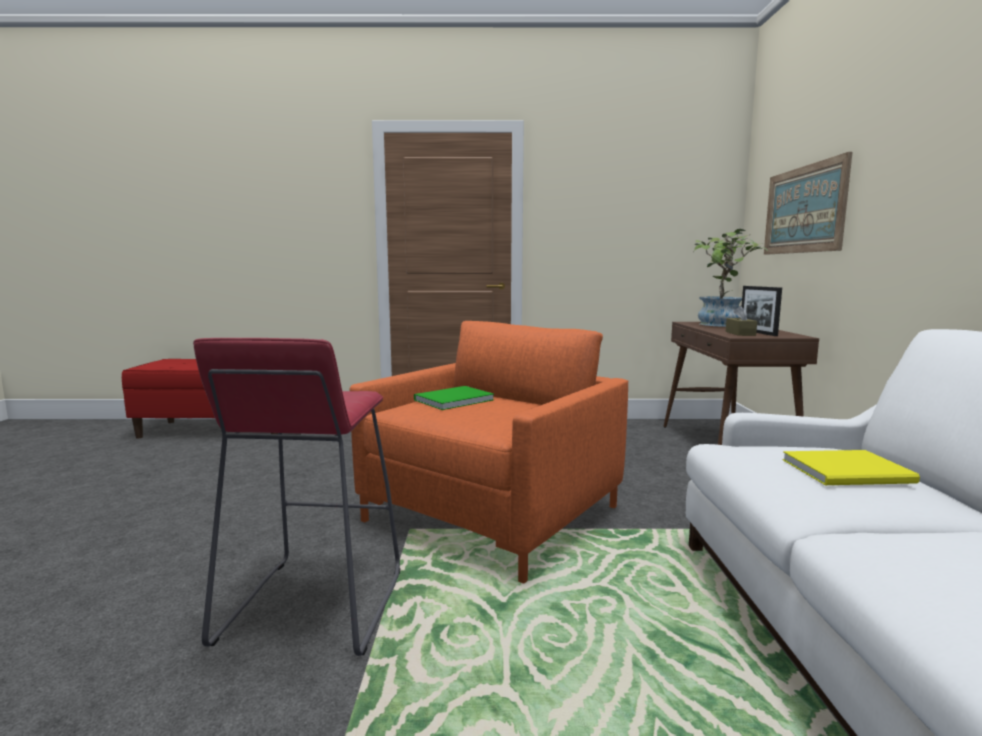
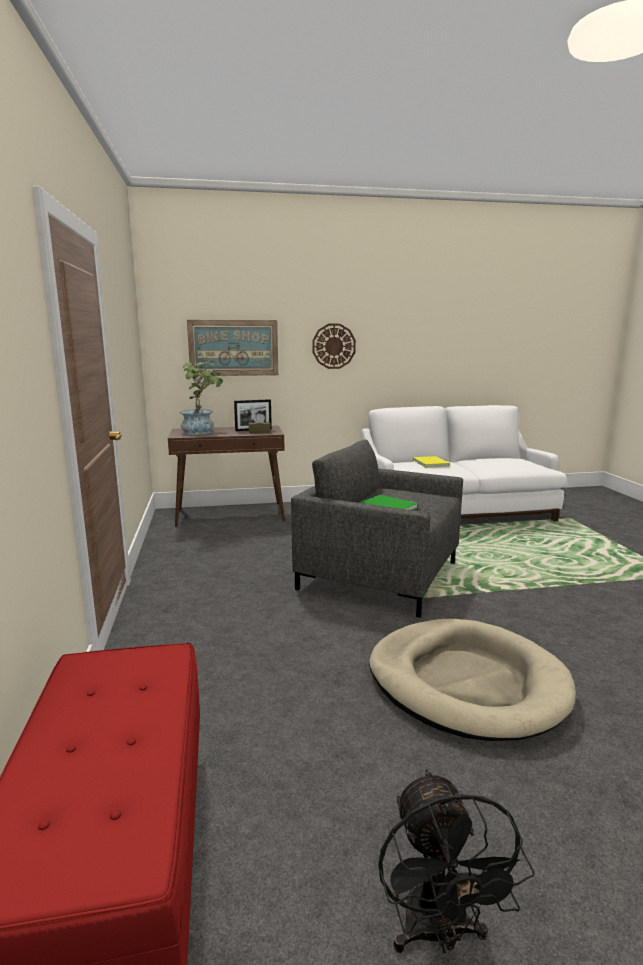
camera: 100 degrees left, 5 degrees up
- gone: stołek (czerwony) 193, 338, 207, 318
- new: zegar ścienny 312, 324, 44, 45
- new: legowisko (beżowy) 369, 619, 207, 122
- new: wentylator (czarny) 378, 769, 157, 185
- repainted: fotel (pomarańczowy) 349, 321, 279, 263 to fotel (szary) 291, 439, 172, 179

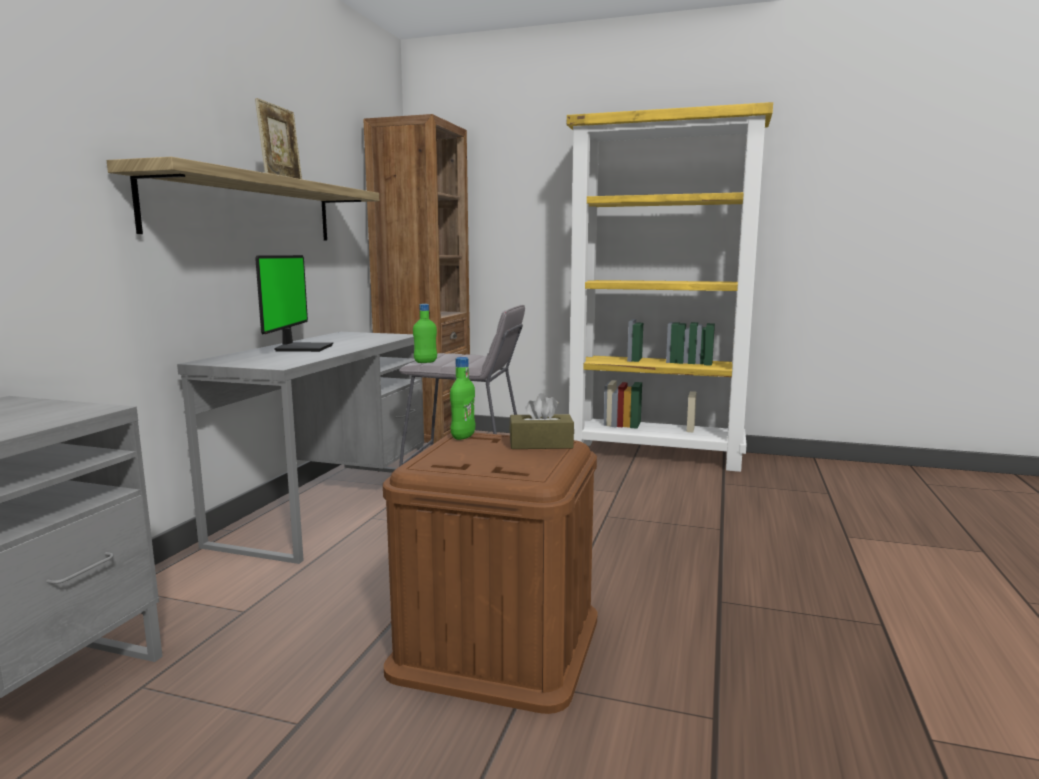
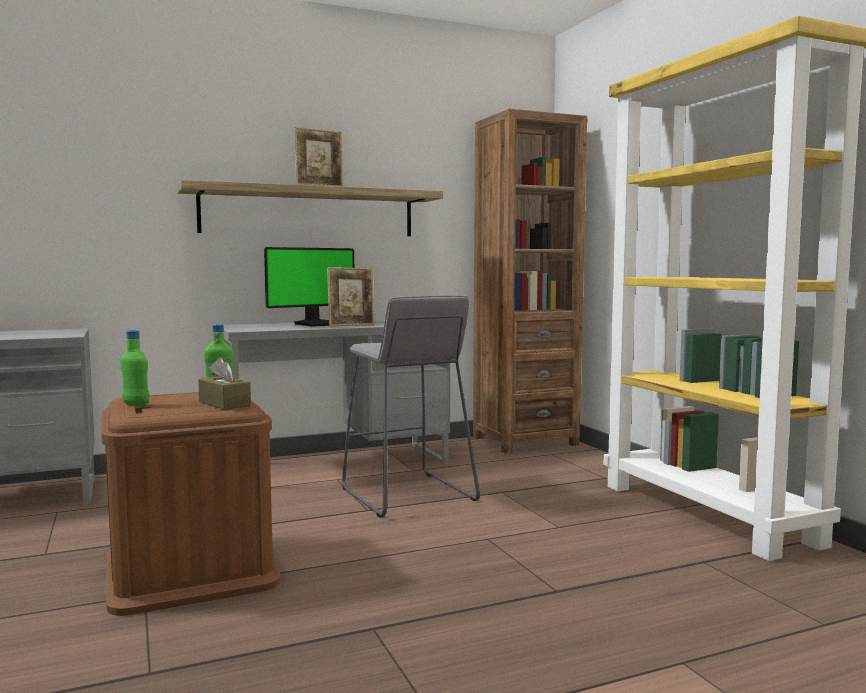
camera: 50 degrees right, 5 degrees down
- new: ramka na zdjęcie 327, 267, 47, 60
- shifted: butelka (zielony) 413, 304, 24, 59 to 121, 330, 28, 76

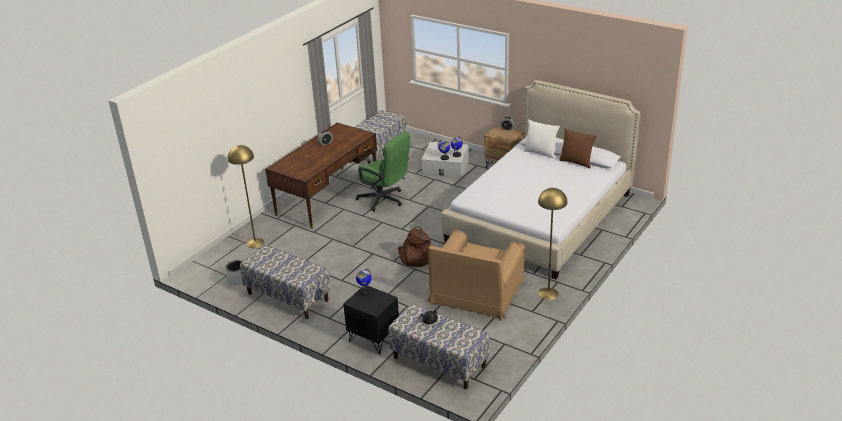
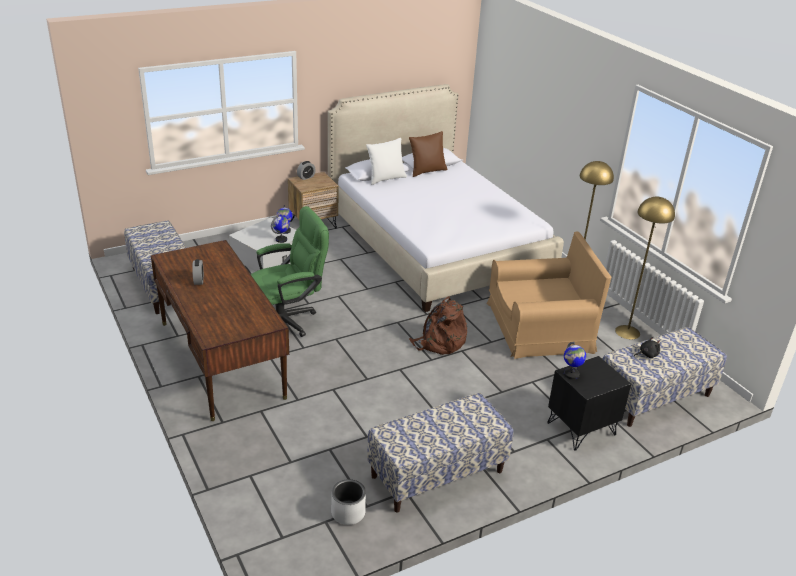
camera: 65 degrees left, 0 degrees up
- shifted: lampa stojąca (żółty) 228, 145, 36, 103 to 615, 197, 60, 142
- rotated: fotel (brązowy) 428, 230, 98, 90 = 487, 231, 124, 128 60 degrees counterclockwise

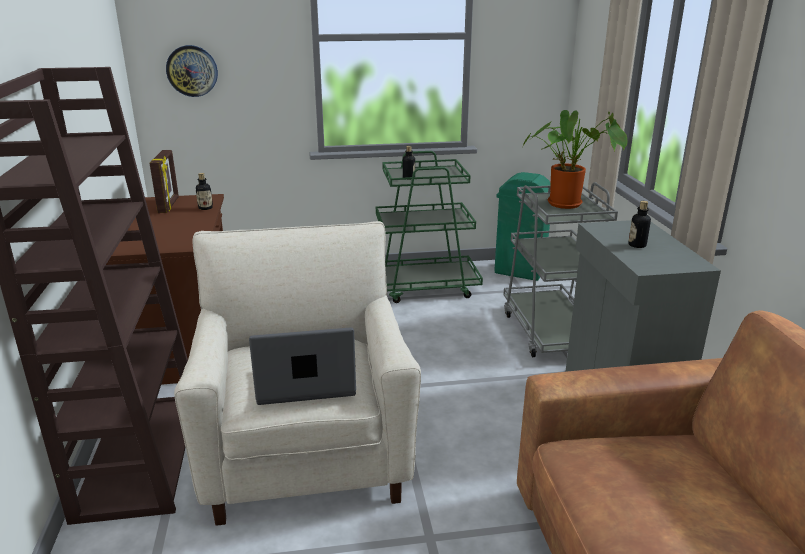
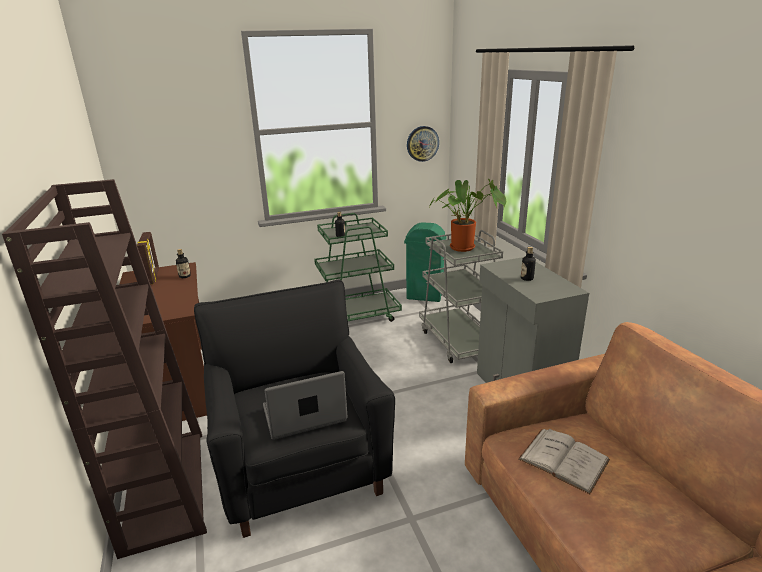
camera: 10 degrees left, 0 degrees up
- new: książka (biały) 518, 428, 92, 66
- shifted: zegar ścienny 166, 45, 52, 52 to 407, 126, 32, 36
- repainted: fotel (beżowy) 174, 221, 247, 305 to fotel (czarny) 194, 279, 201, 259

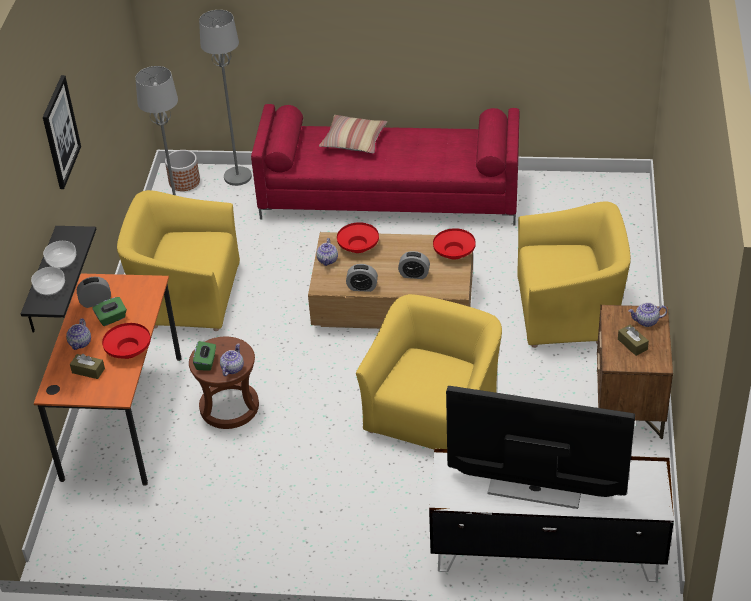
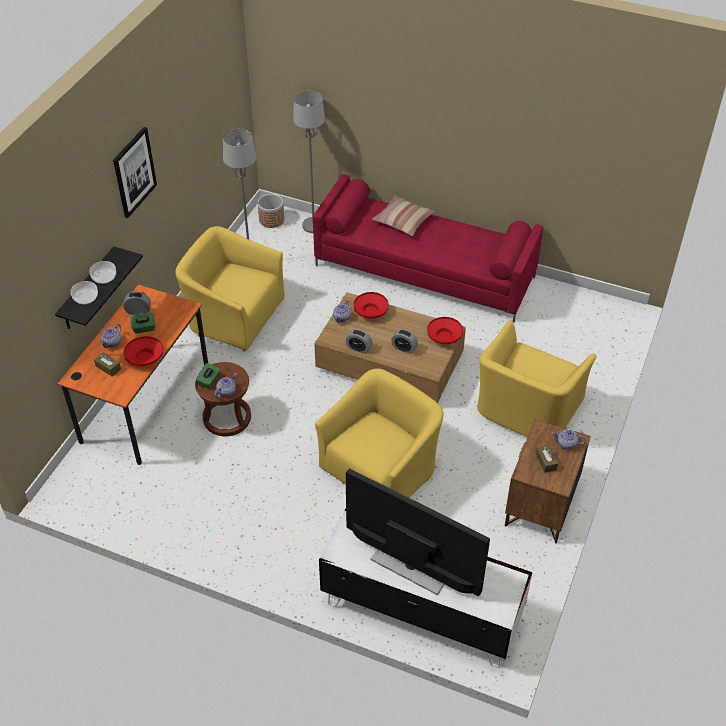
camera: 15 degrees right, 5 degrees up
- rotated: fotel (żółty) 517, 201, 114, 147 = 477, 320, 120, 117 105 degrees clockwise

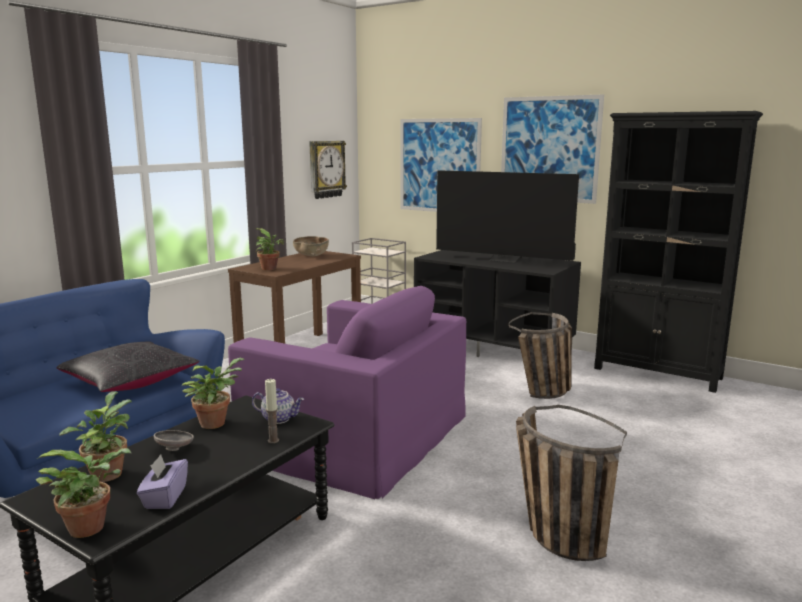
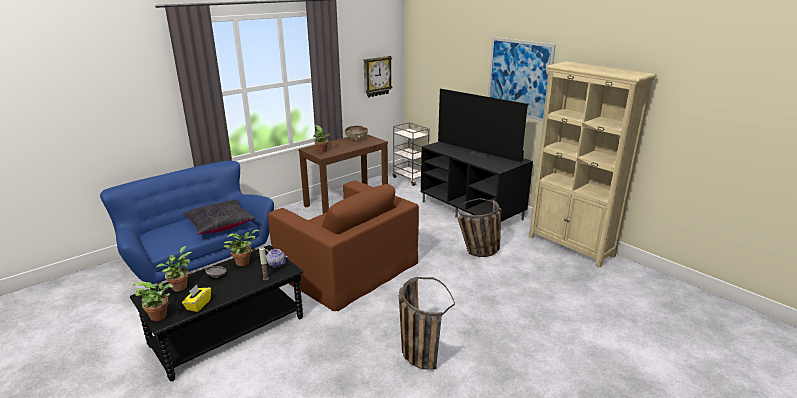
camera: 15 degrees right, 10 degrees up
- gone: obraz 401, 118, 81, 94
- repainted: pudełko chusteczek (fioletowy) 137, 454, 51, 55 to pudełko chusteczek (żółty) 182, 285, 29, 27
- repainted: fotel (fioletowy) 228, 286, 238, 213 to fotel (brązowy) 268, 180, 151, 132
- repainted: regał (czarny) 594, 111, 169, 282 to regał (beżowy) 529, 62, 128, 206

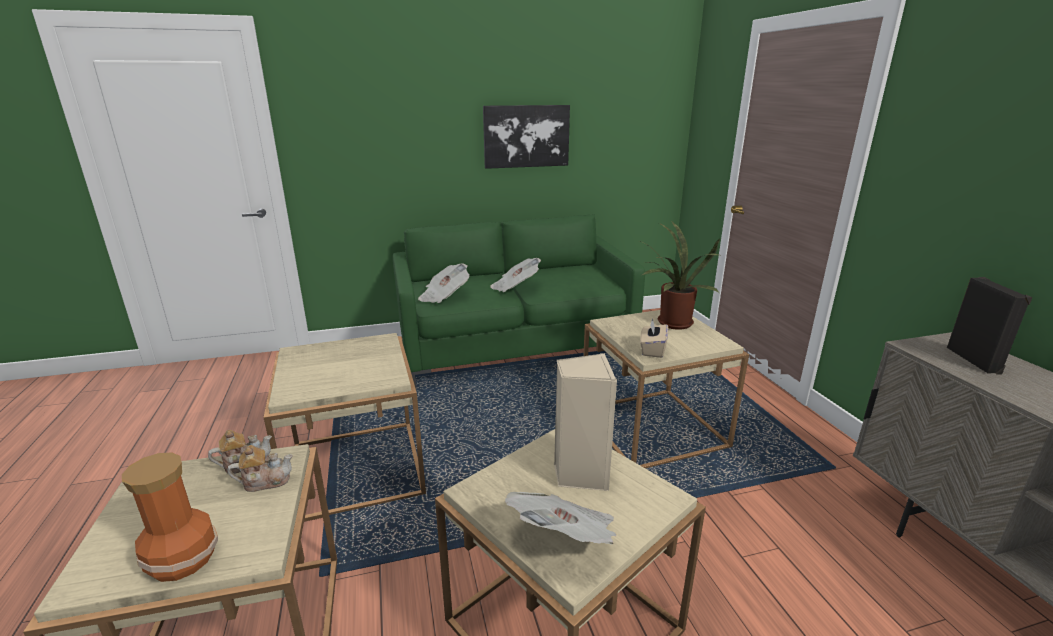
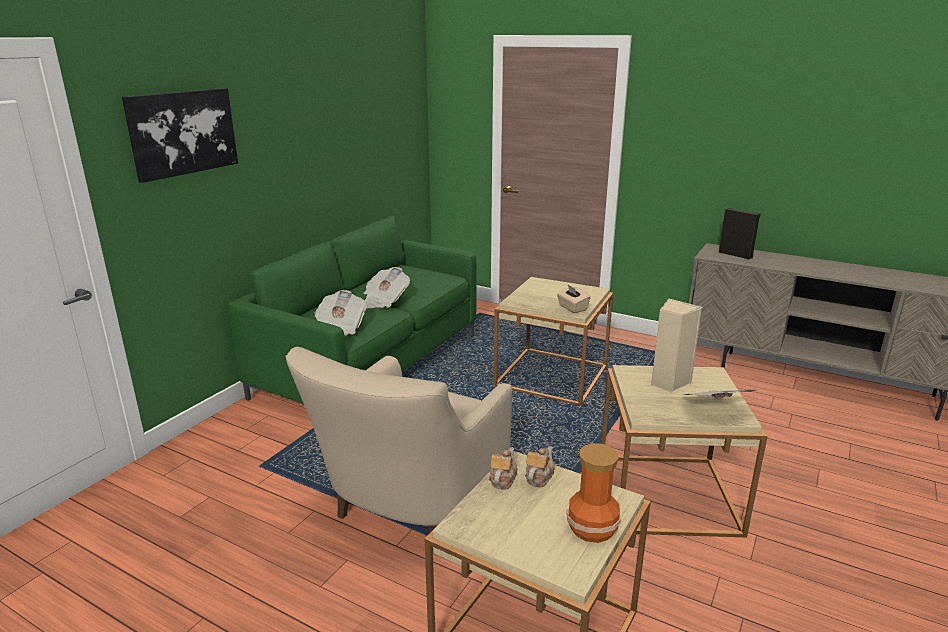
camera: 45 degrees left, 0 degrees up
- gone: roślina doniczkowa 639, 222, 81, 108
- shifted: obraz 483, 105, 87, 64 to 122, 88, 116, 95
- swapped: stolik (beżowy) 263, 333, 163, 189 to fotel (beżowy) 286, 347, 226, 187

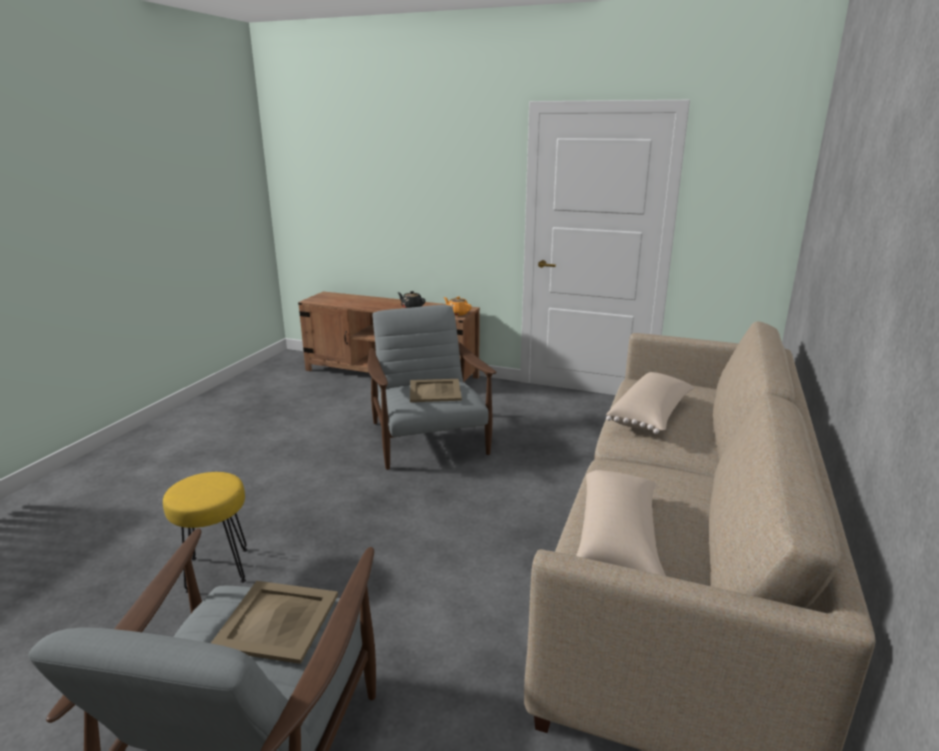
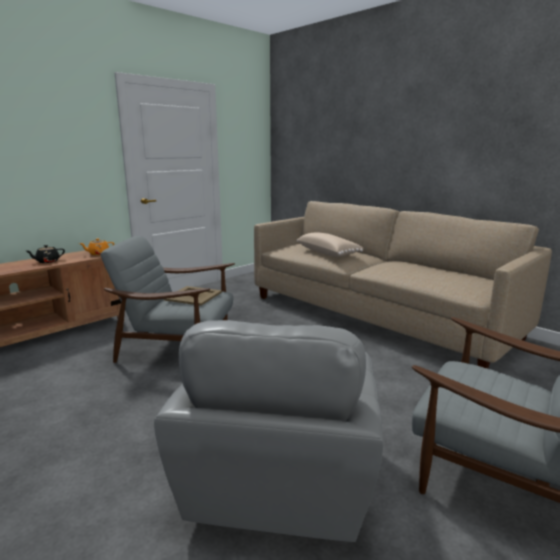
camera: 65 degrees left, 5 degrees down
- gone: taca (beżowy) 211, 581, 127, 83
- gone: poduszka (beżowy) 576, 470, 90, 106
- swapped: stołek (żółty) 163, 472, 84, 121 to fotel (szary) 154, 320, 229, 222

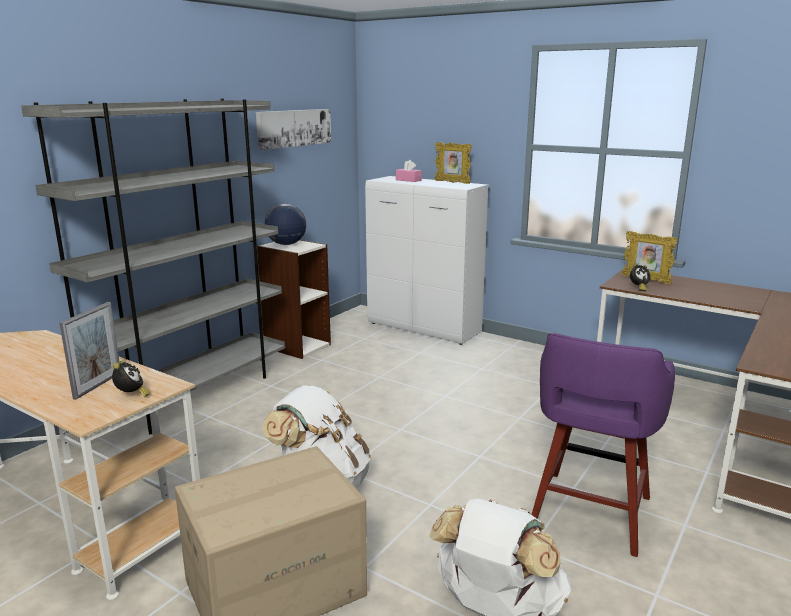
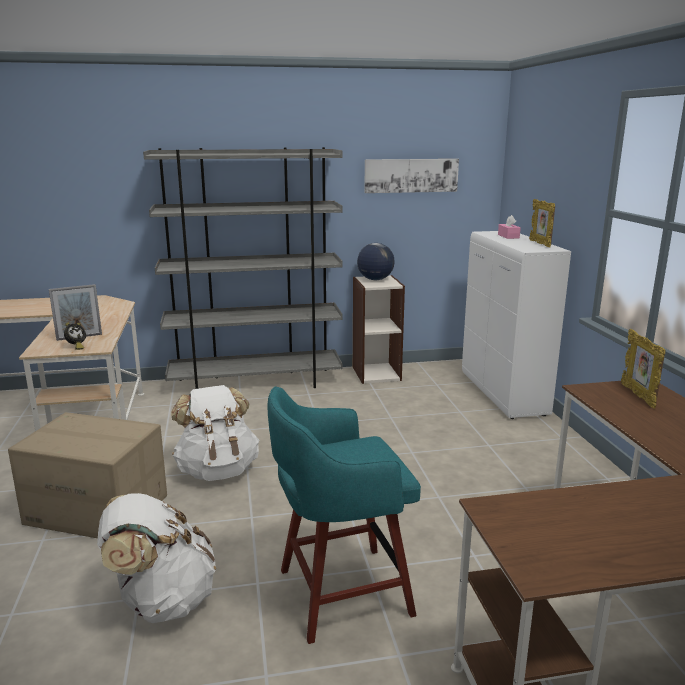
camera: 45 degrees right, 0 degrees up
- gone: budzik 630, 263, 20, 28
- repainted: stołek (fioletowy) 531, 333, 144, 224 to stołek (turkusowy) 267, 386, 154, 258

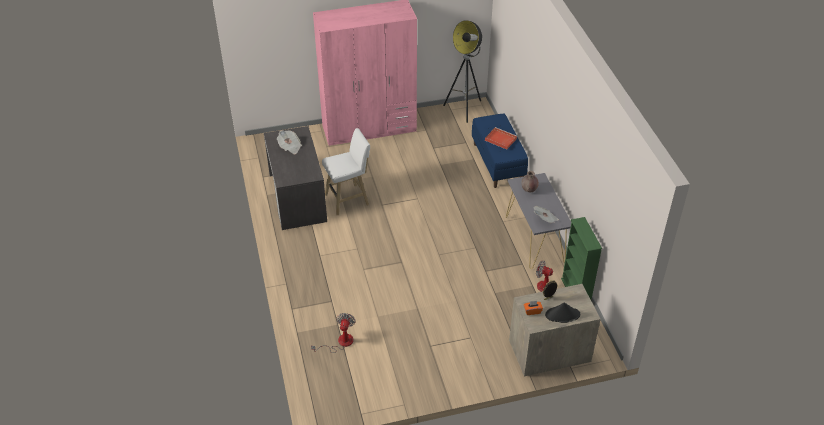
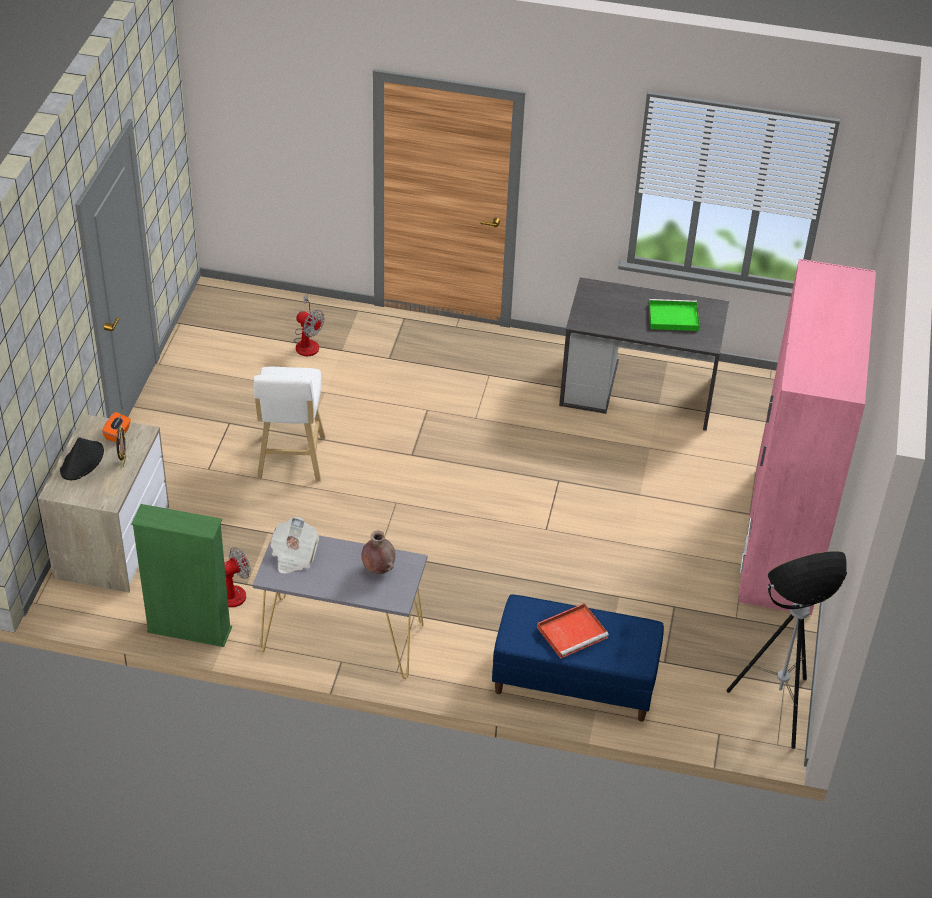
camera: 115 degrees right, 0 degrees up
- shifted: stołek (biały) 322, 128, 48, 87 to 253, 367, 72, 115
- swapped: gazeta 277, 130, 25, 24 to taca (zielony) 649, 299, 51, 32

